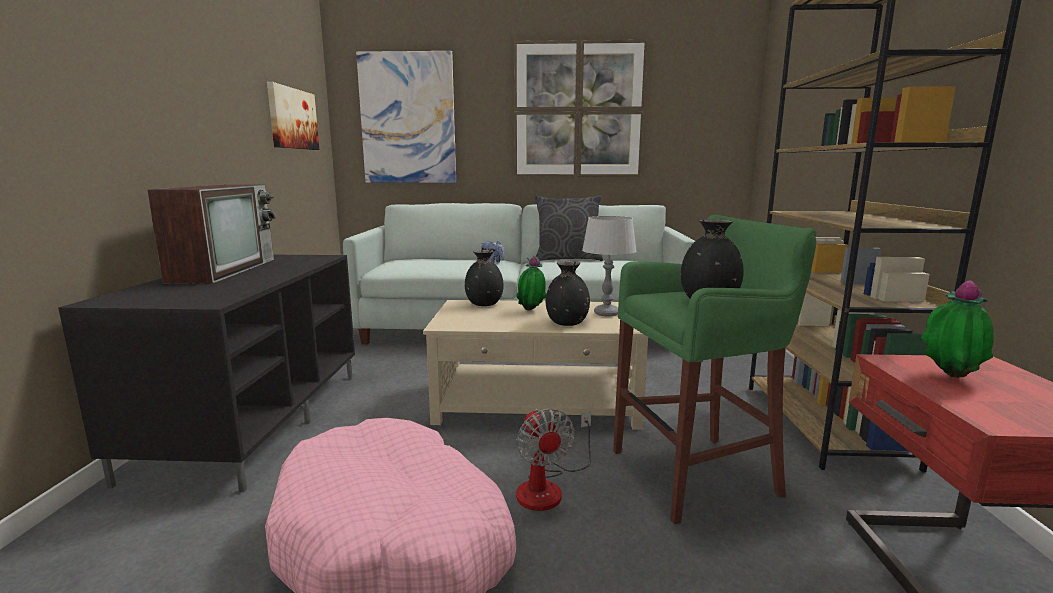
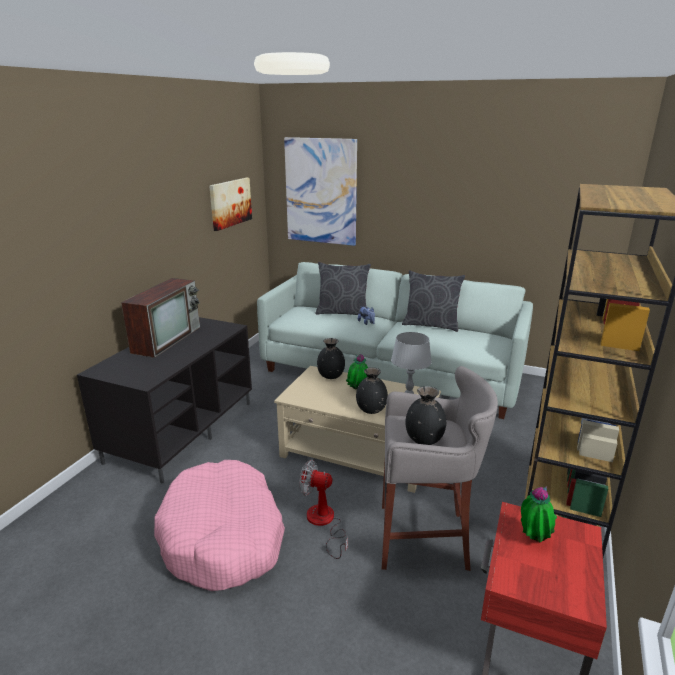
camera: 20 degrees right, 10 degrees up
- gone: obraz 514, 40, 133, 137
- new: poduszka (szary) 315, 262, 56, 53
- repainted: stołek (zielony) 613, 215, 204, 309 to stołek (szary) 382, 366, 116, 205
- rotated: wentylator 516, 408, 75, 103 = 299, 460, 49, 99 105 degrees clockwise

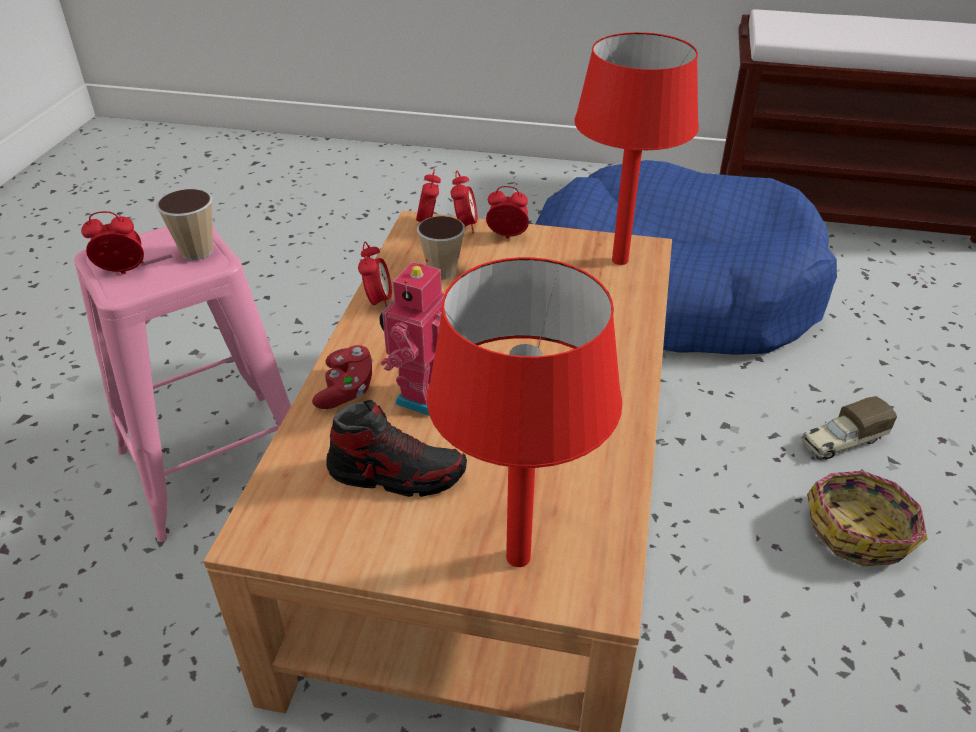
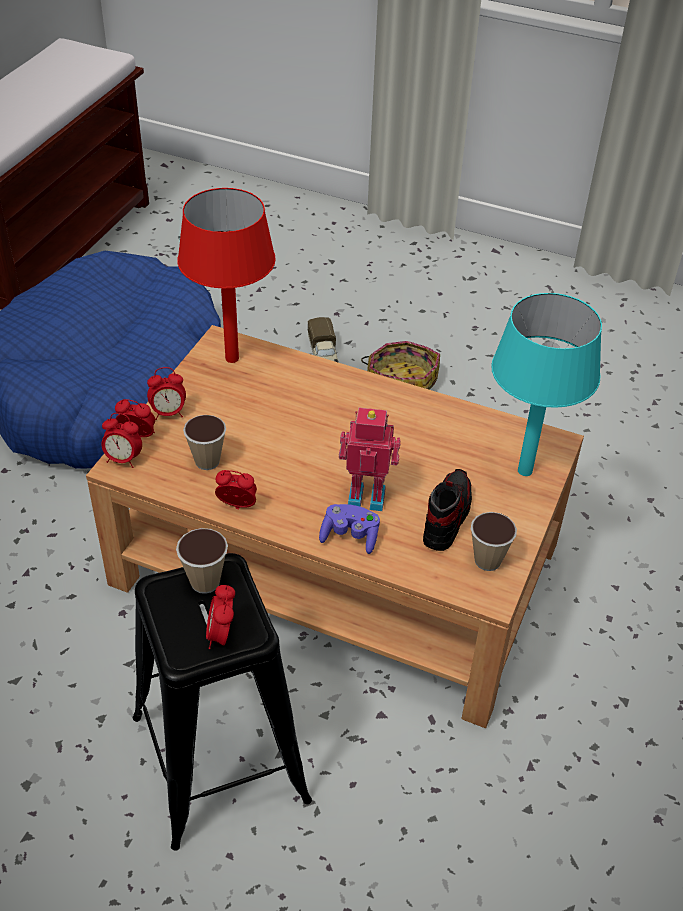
camera: 80 degrees left, 5 degrees up
- new: filiżanka 471, 512, 46, 59
- repainted: stołek (różowy) 74, 225, 217, 317 to stołek (czarny) 133, 553, 179, 298
- repainted: pad do gier (czerwony) 312, 345, 61, 64 to pad do gier (fioletowy) 319, 504, 61, 50
- repainted: lampa stołowa (czerwony) 427, 257, 195, 310 to lampa stołowa (turkusowy) 491, 293, 111, 183
- rotated: robot zabawkowy 379, 259, 65, 157 = 339, 407, 62, 104 150 degrees clockwise
- rotated: budzik 486, 186, 43, 53 = 147, 367, 39, 53 120 degrees counterclockwise

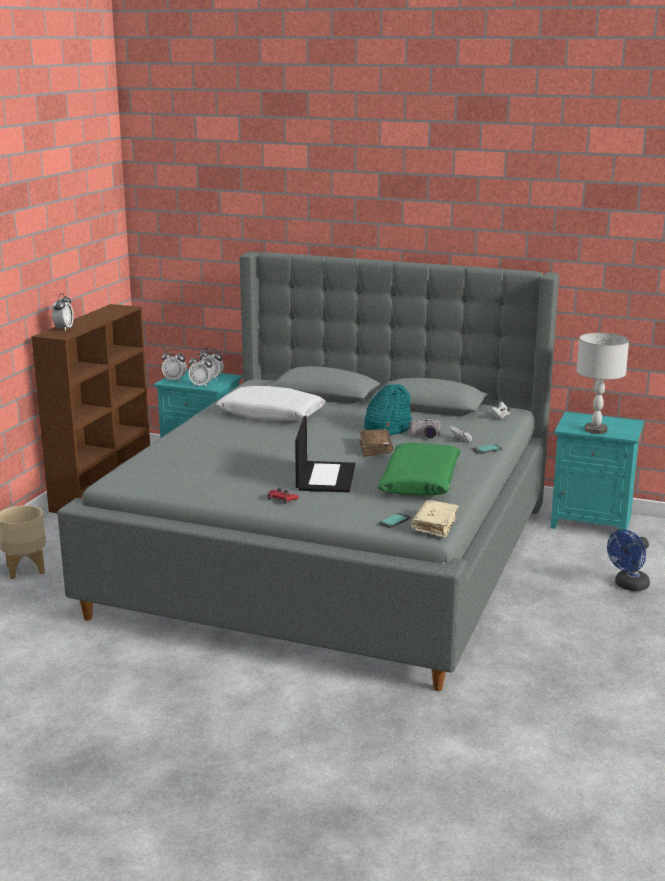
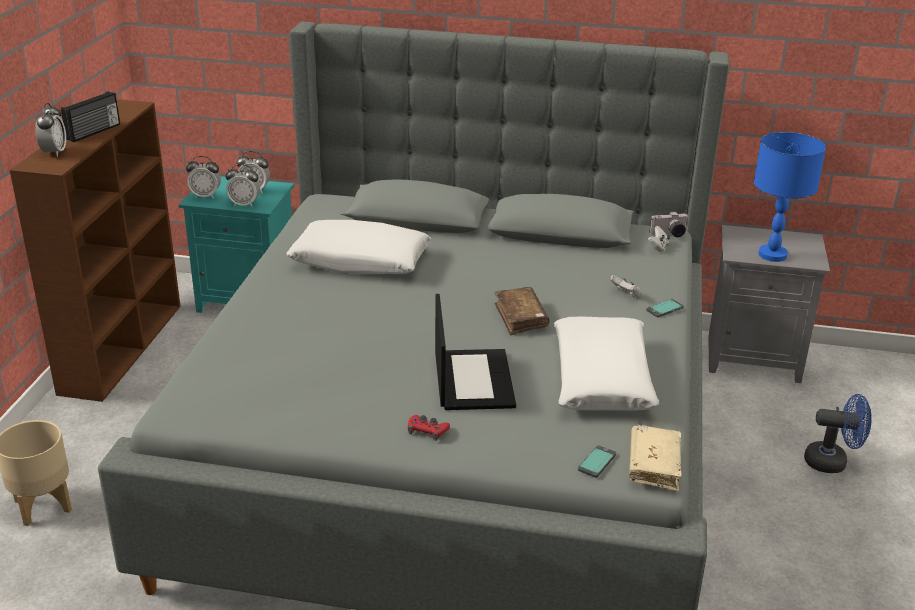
camera: 10 degrees left, 10 degrees up
- gone: kapelusz (turkusowy) 364, 384, 49, 51
- new: radio 61, 91, 59, 51
- shifted: aparat fotograficzny 409, 418, 32, 20 to 649, 211, 39, 26
- repainted: poduszka (zielony) 377, 443, 84, 53 to poduszka (biały) 554, 317, 106, 94
- repainted: szafka nocna (turkusowy) 551, 412, 93, 121 to szafka nocna (szary) 708, 225, 122, 158
- repainted: lampa stołowa (szary) 576, 333, 53, 101 to lampa stołowa (niebieski) 754, 132, 72, 130
- rotated: wentylator (niebieski) 607, 529, 43, 62 = 804, 394, 68, 79 120 degrees counterclockwise

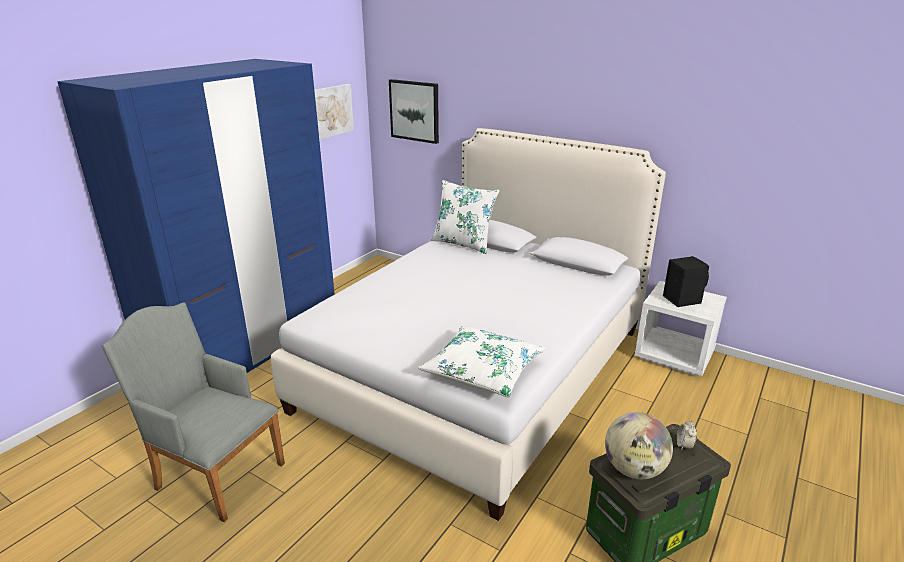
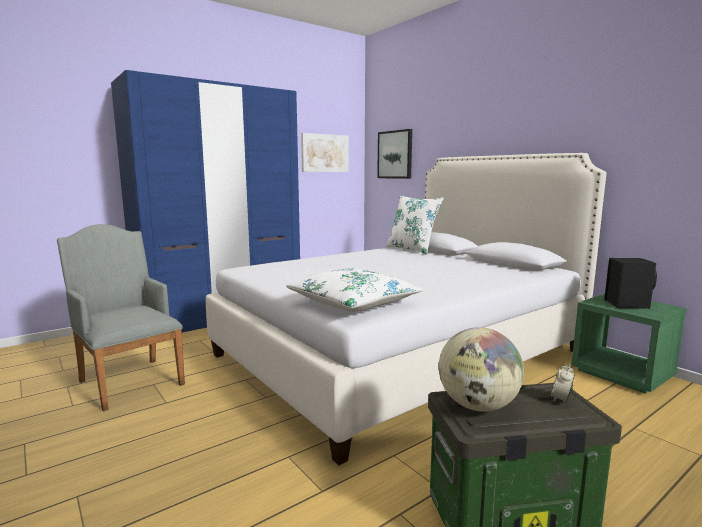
camera: 20 degrees right, 15 degrees down
- repainted: szafka nocna (biały) 634, 281, 93, 95 to szafka nocna (zielony) 571, 293, 116, 101

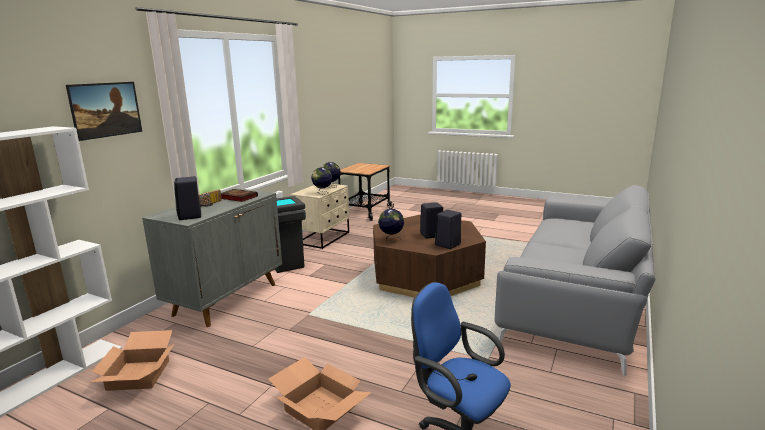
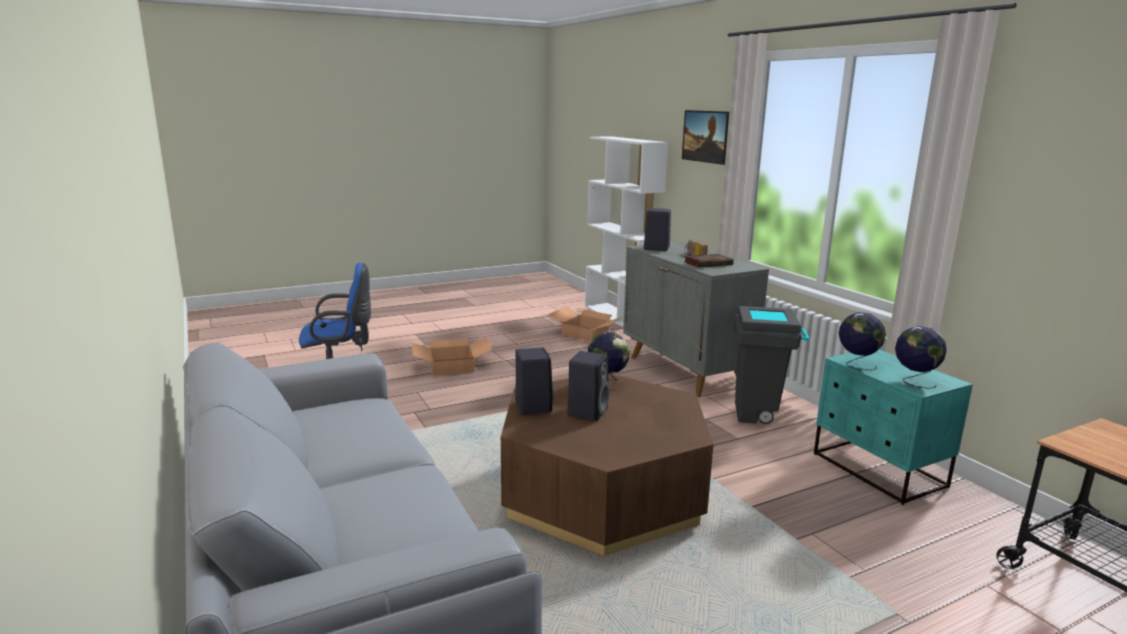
camera: 125 degrees right, 0 degrees up
- repainted: szafka nocna (beżowy) 290, 184, 59, 65 to szafka nocna (turkusowy) 814, 350, 159, 155

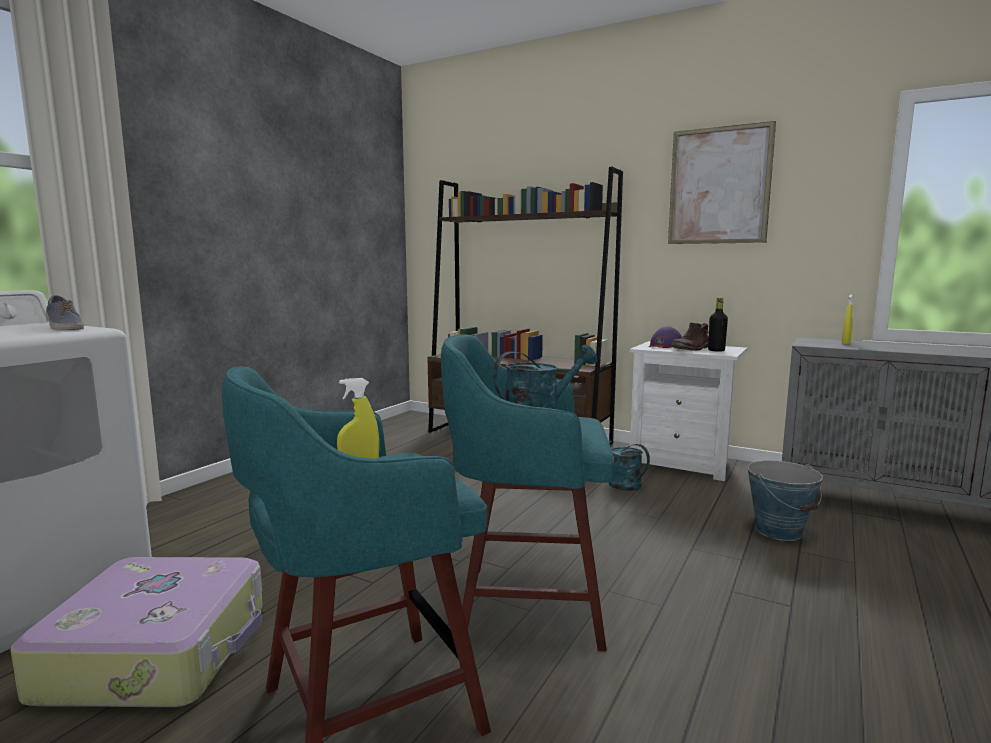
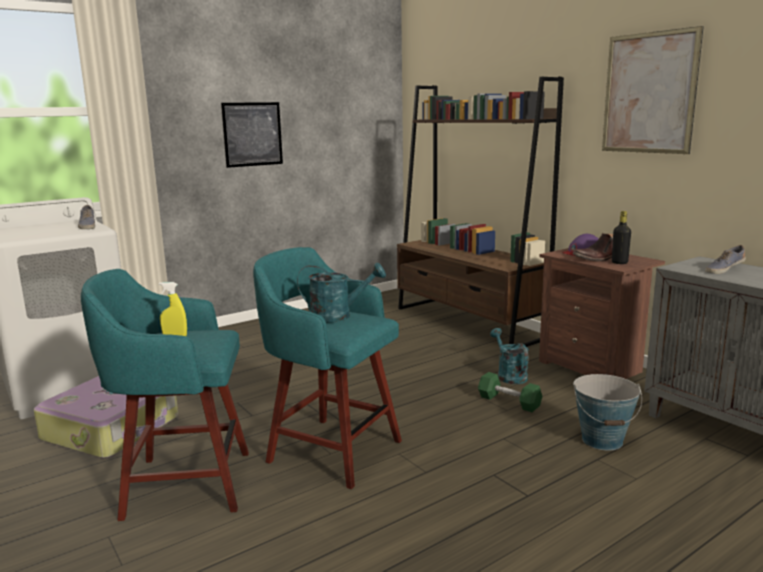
camera: 25 degrees right, 5 degrees up
- new: obraz 221, 102, 62, 66
- new: hantel (zielony) 478, 372, 65, 40
- swapped: spryskiwacz (żółty) 842, 294, 12, 51 to but 705, 245, 40, 29
- repainted: szafka nocna (biały) 630, 341, 117, 140 to szafka nocna (brązowy) 539, 248, 126, 131

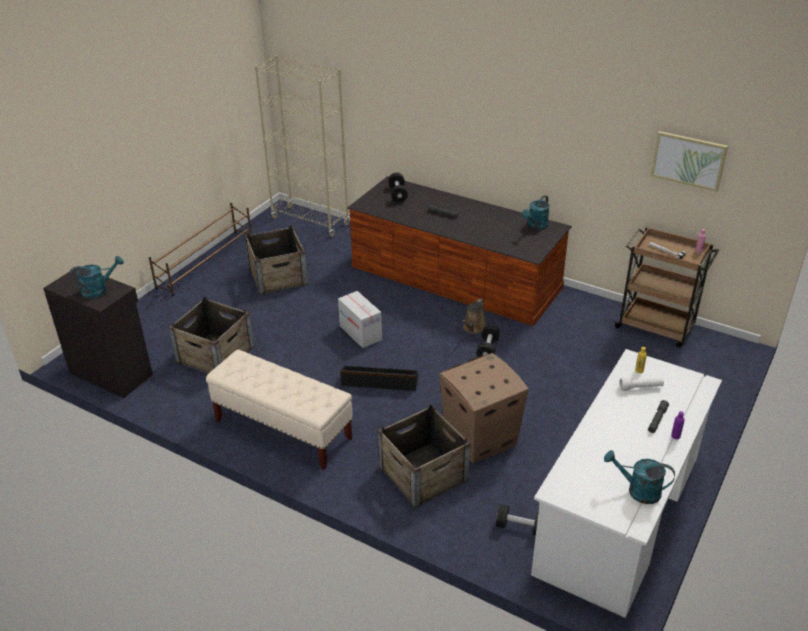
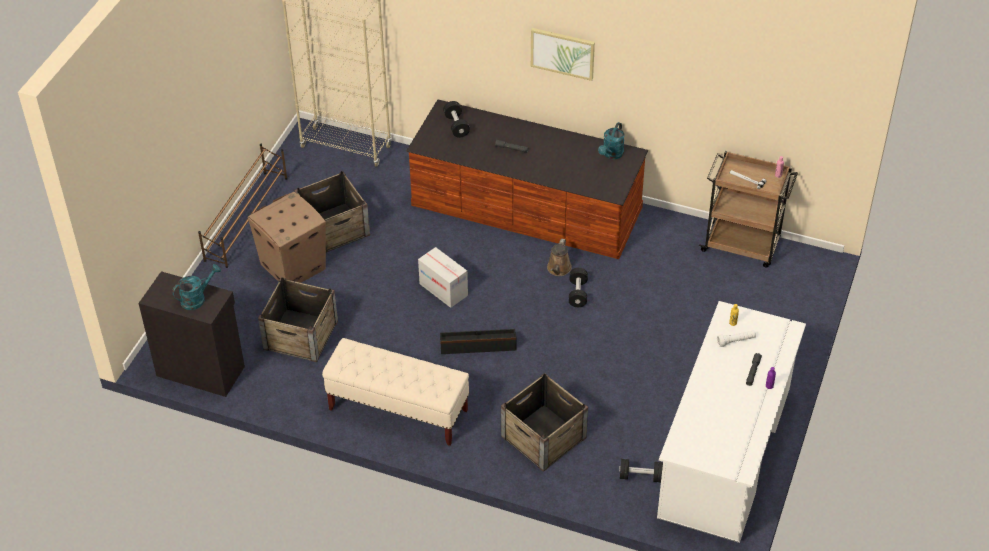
camera: 10 degrees left, 10 degrees up
- gone: konewka (turkusowy) 604, 450, 71, 54
- shifted: karton 439, 353, 90, 111 to 248, 192, 78, 91
- shifted: obraz 651, 131, 77, 61 to 531, 28, 64, 53

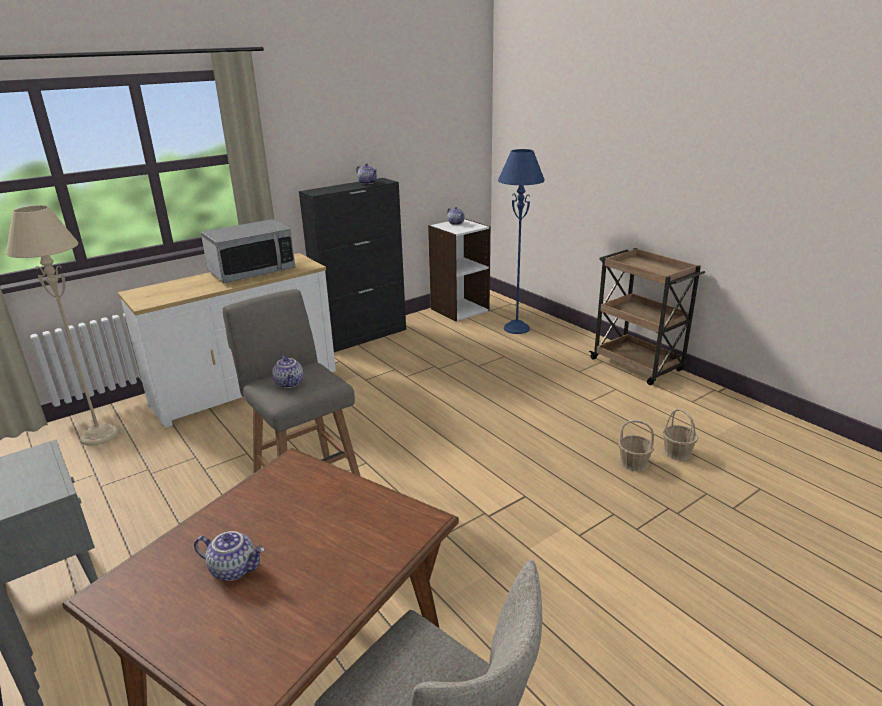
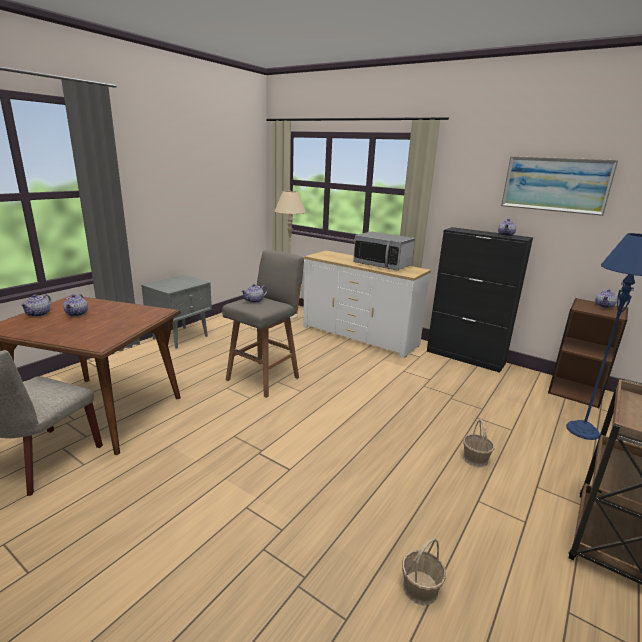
camera: 70 degrees right, 5 degrees down
- new: imbryk 20, 294, 31, 23
- new: obraz 501, 156, 117, 60
- shifted: koszyk 619, 420, 35, 51 to 463, 419, 31, 48
- repainted: regał (biały) 428, 219, 62, 102 to regał (brązowy) 548, 298, 80, 110

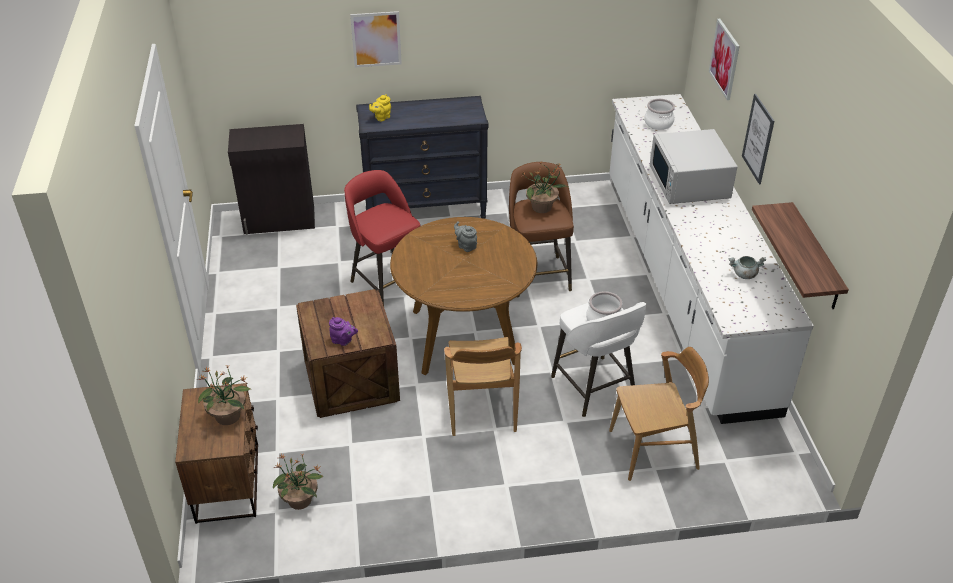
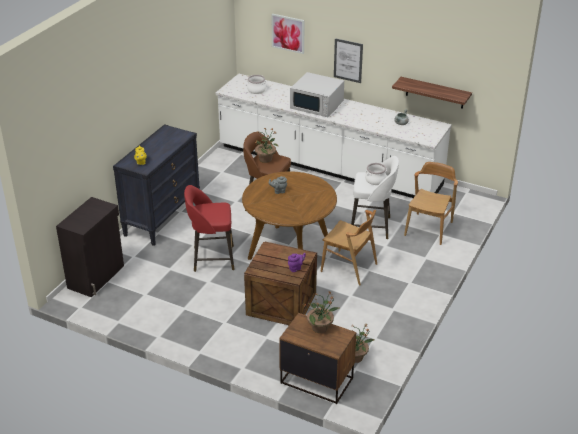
camera: 55 degrees left, 5 degrees down
- gone: obraz 350, 11, 52, 56

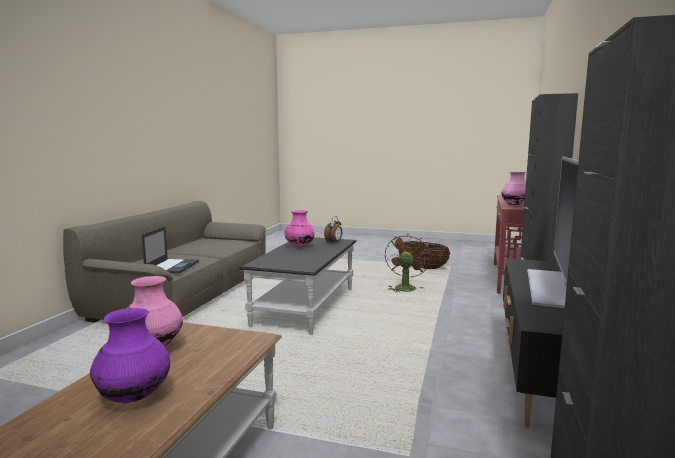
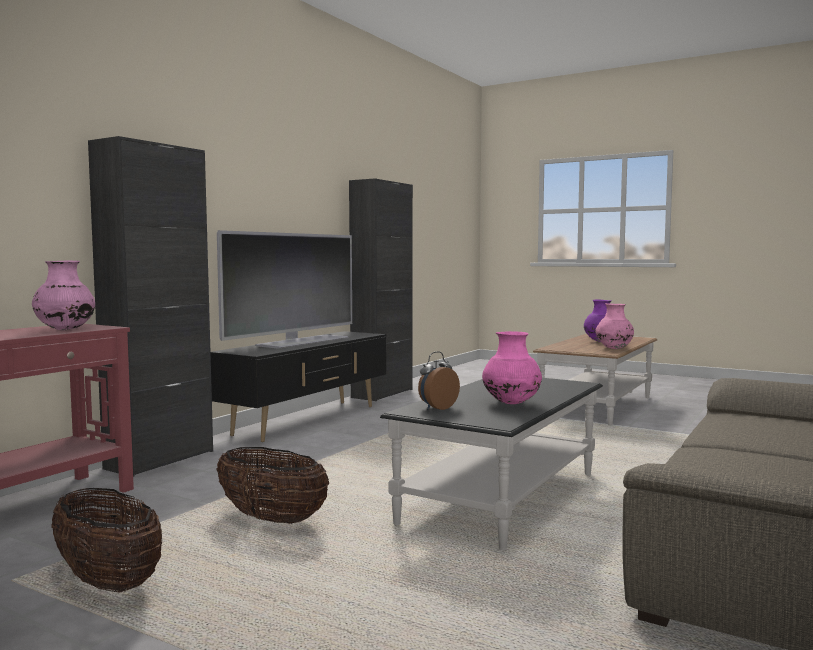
camera: 165 degrees left, 5 degrees down
- gone: laptop 142, 226, 57, 48
- swapped: wentylator (brązowy) 385, 235, 45, 58 to koszyk 217, 447, 112, 77

